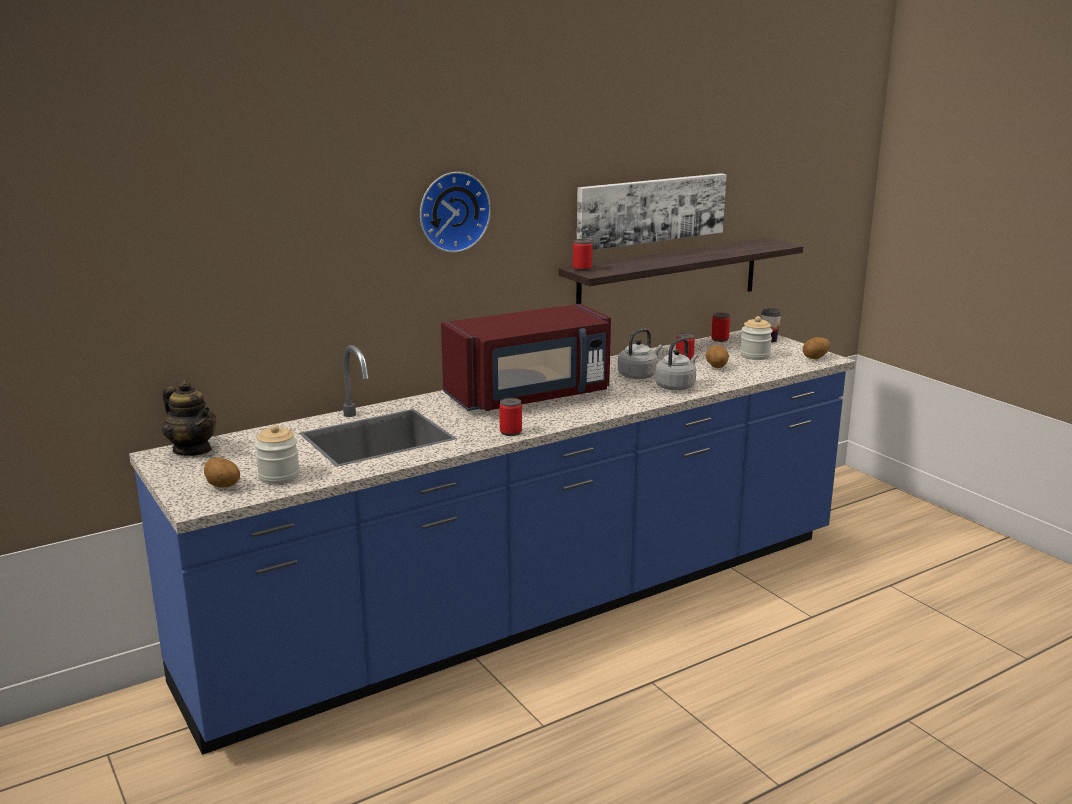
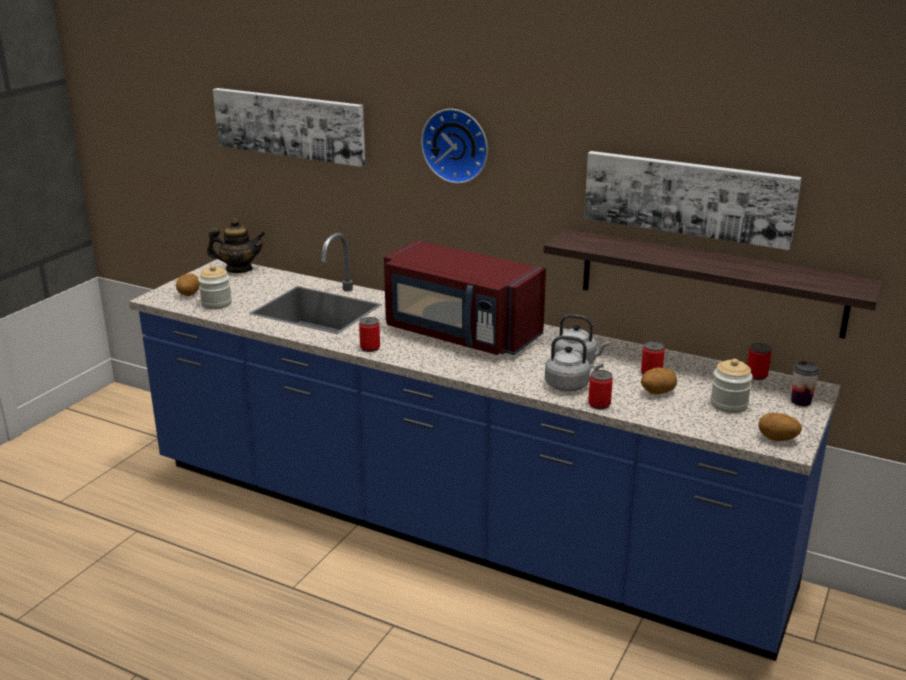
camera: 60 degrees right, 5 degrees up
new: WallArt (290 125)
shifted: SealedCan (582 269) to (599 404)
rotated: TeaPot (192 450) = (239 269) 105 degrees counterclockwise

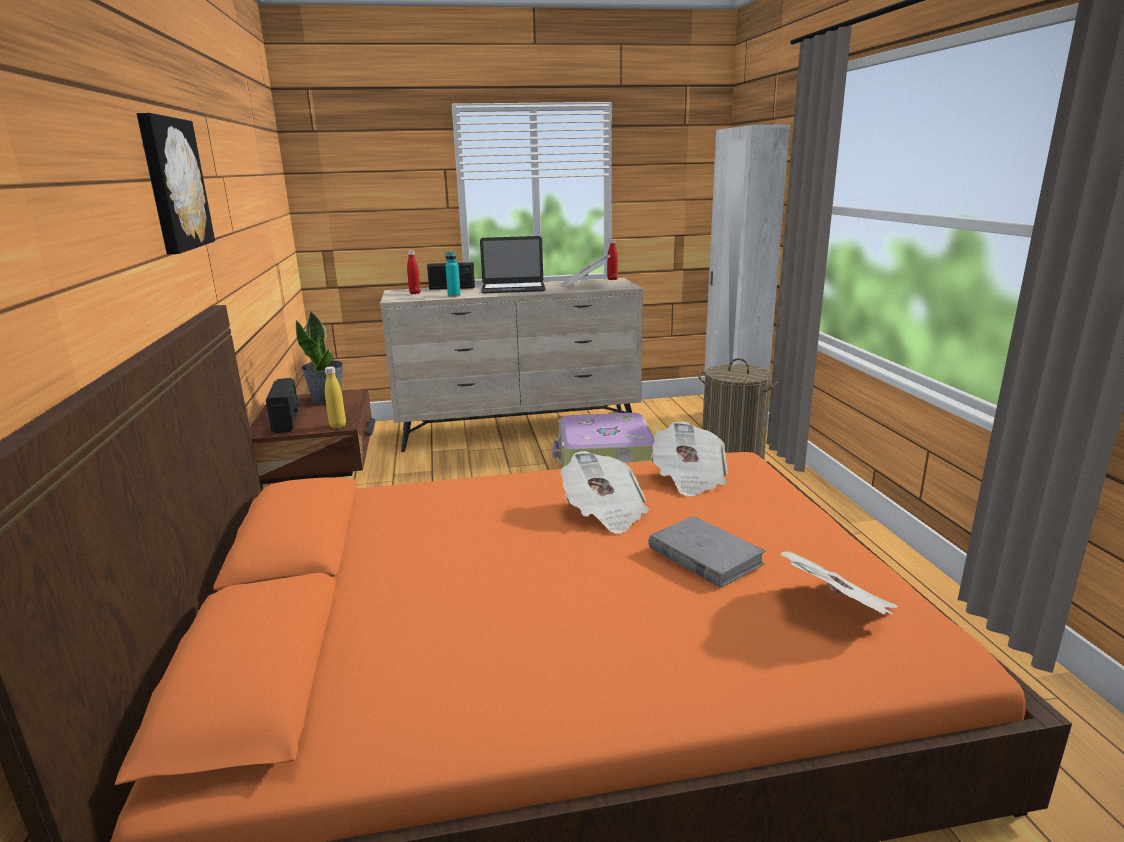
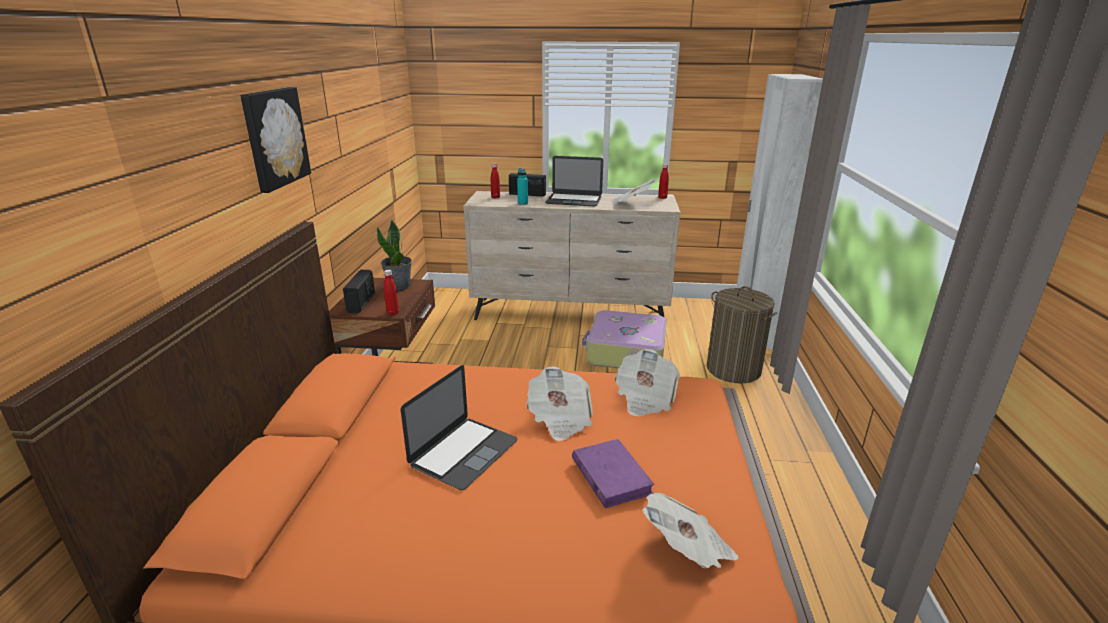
camera: 15 degrees right, 5 degrees up
new: PortableComputer (464 452)
repainted: YellowishBottle (338 426) to RedColouredBottle (392 313); GreyishBoundBook (704 555) to PurpleBoundBook (611 476)

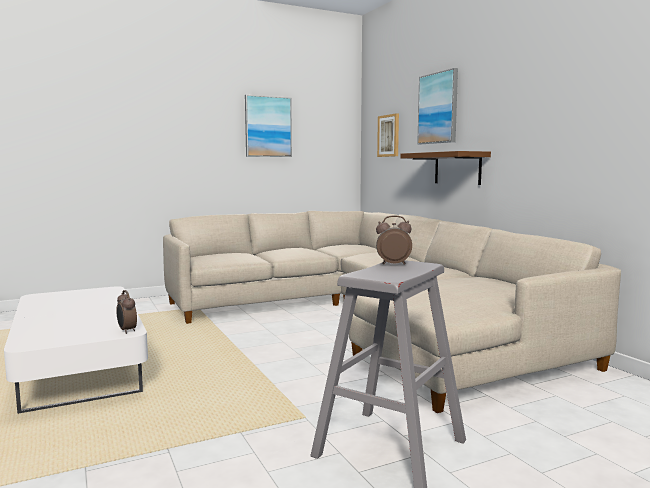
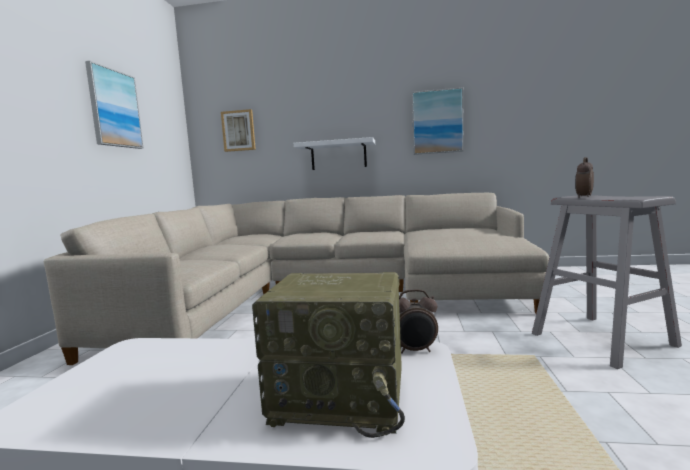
camera: 55 degrees left, 0 degrees up
new: RadioSet (342 398)
shifted: WallArt (438 108) to (437 122)
repainted: BrownColouredShelf (457 168) to WhiteColouredShelf (338 155)

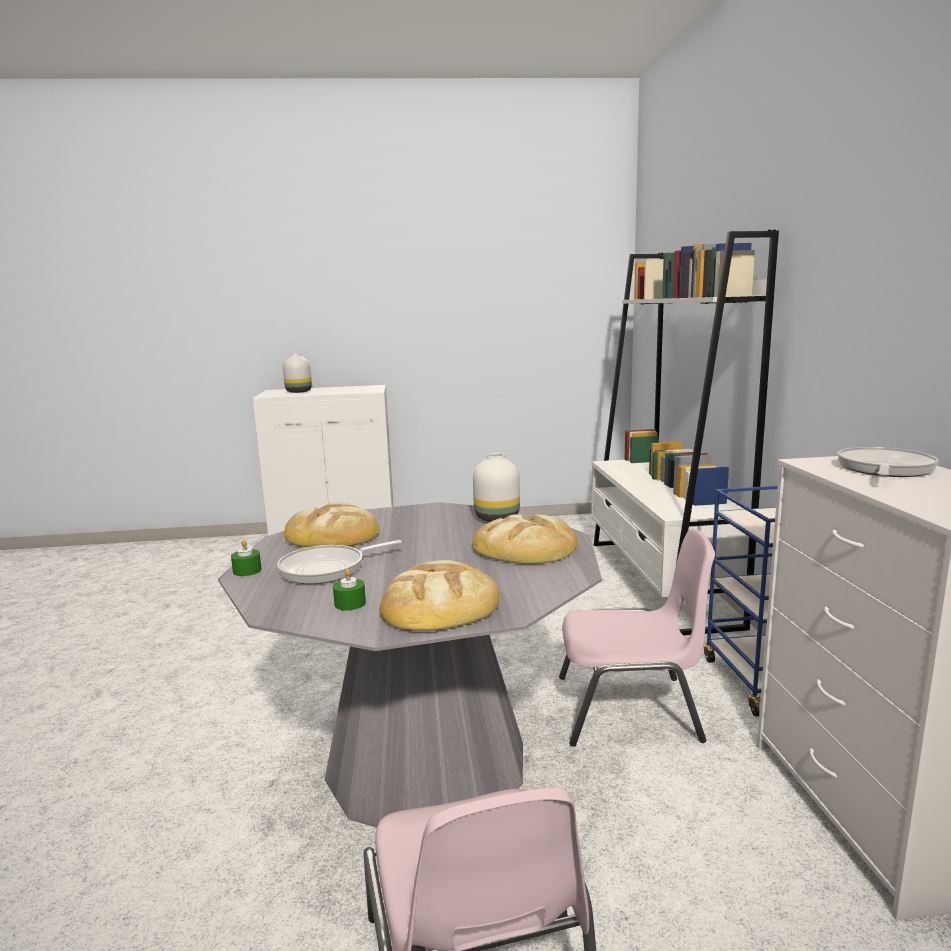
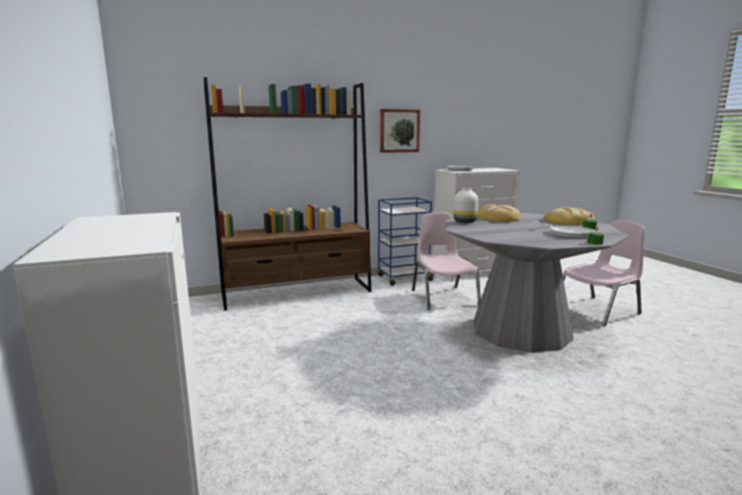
camera: 105 degrees left, 0 degrees up
gone: WhiteColouredVase (299 392); BakeryBread (333 534)
new: WallArt (399 131)
repainted: WhiteColouredShelvingUnit (659 581) to BrownColouredShelvingUnit (297 293)

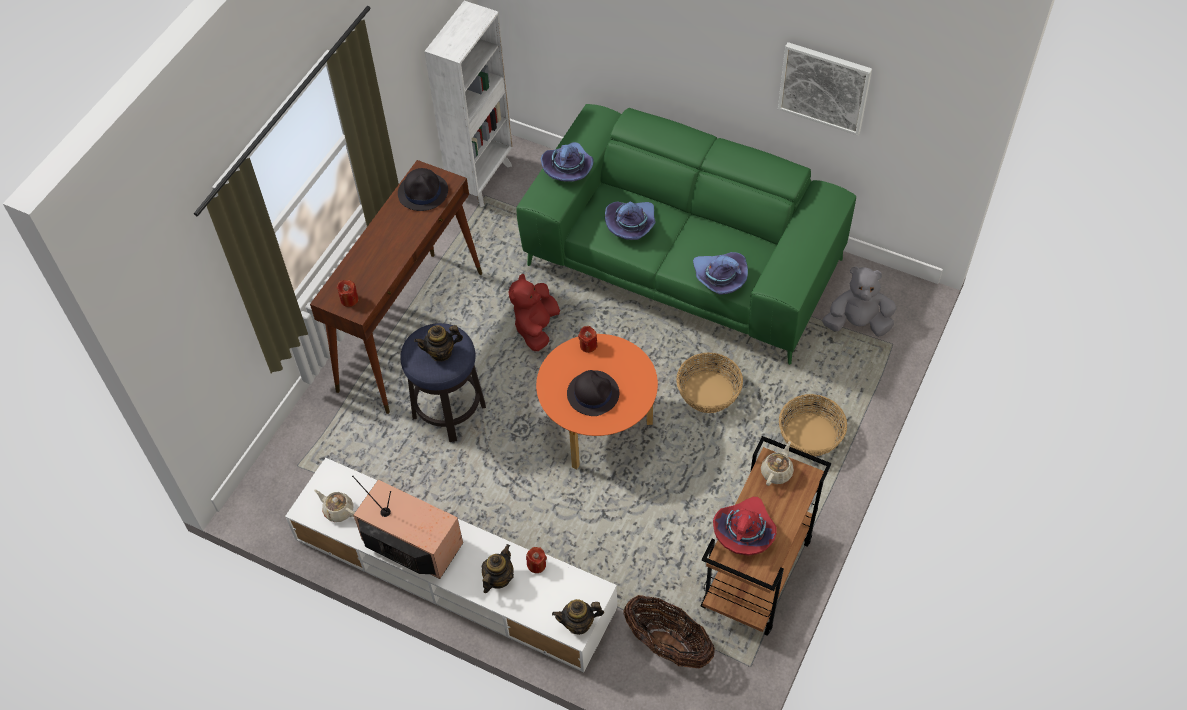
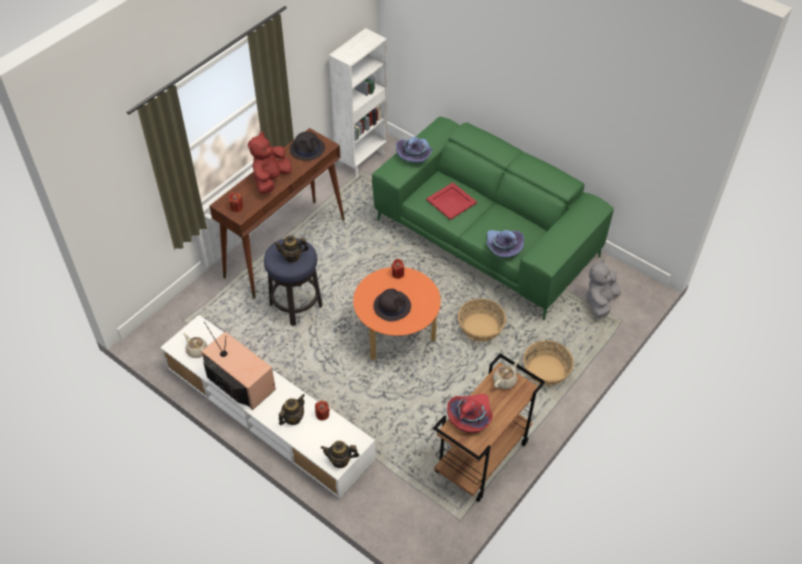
camera: 10 degrees right, 5 degrees down
gone: HouseholdBasket (668 644); WallArt (824 87)
shifted: RedColouredPlushToy (536 327) to (271 180)
swapped: PurpleWearableHat (631 224) to RedColouredServingTray (451 201)
rotated: GreyishPlushToy (857 323) = (600 301) 75 degrees counterclockwise

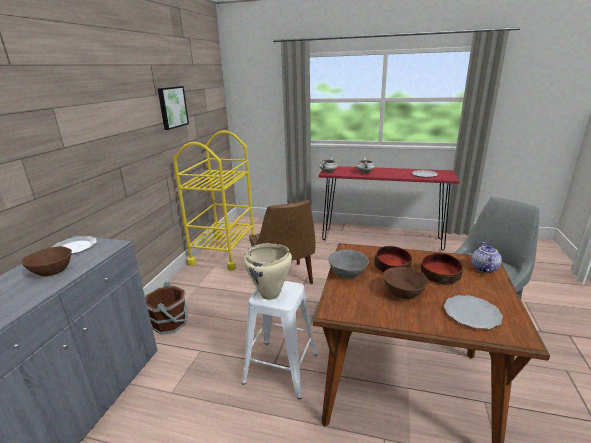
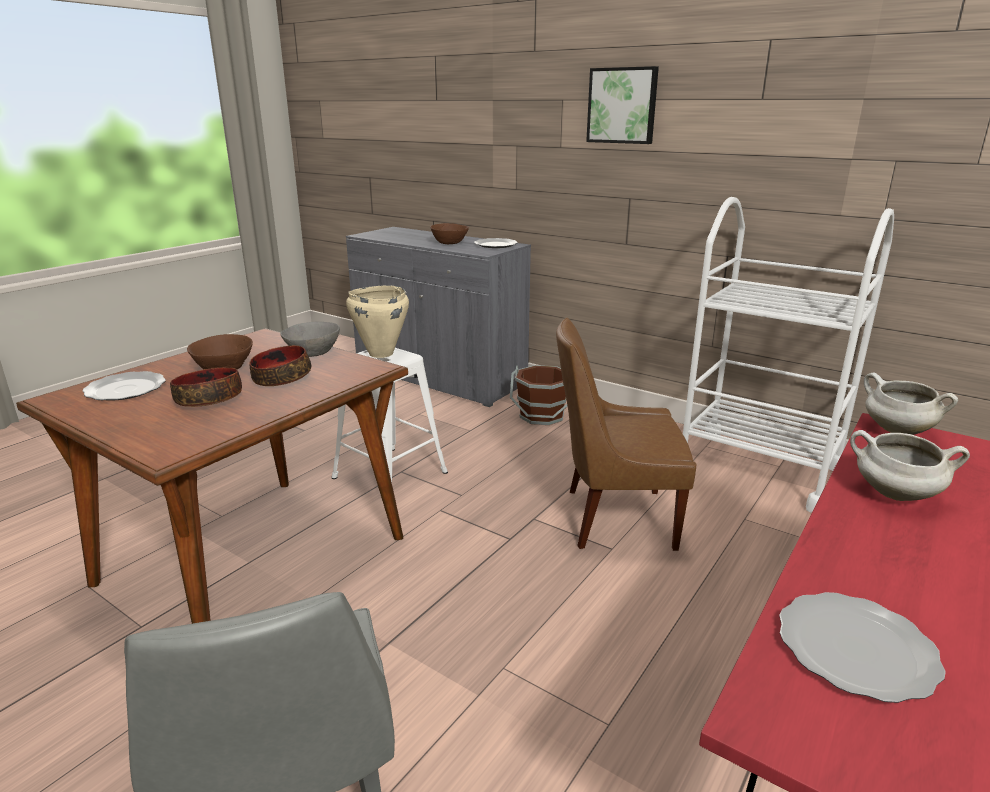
camera: 110 degrees right, 0 degrees up
gone: TeaPot (483 268)
shifted: WallArt (172 107) to (622 105)
repainted: YellowishWheeledCart (224 252) to WhiteColouredWheeledCart (758 469)

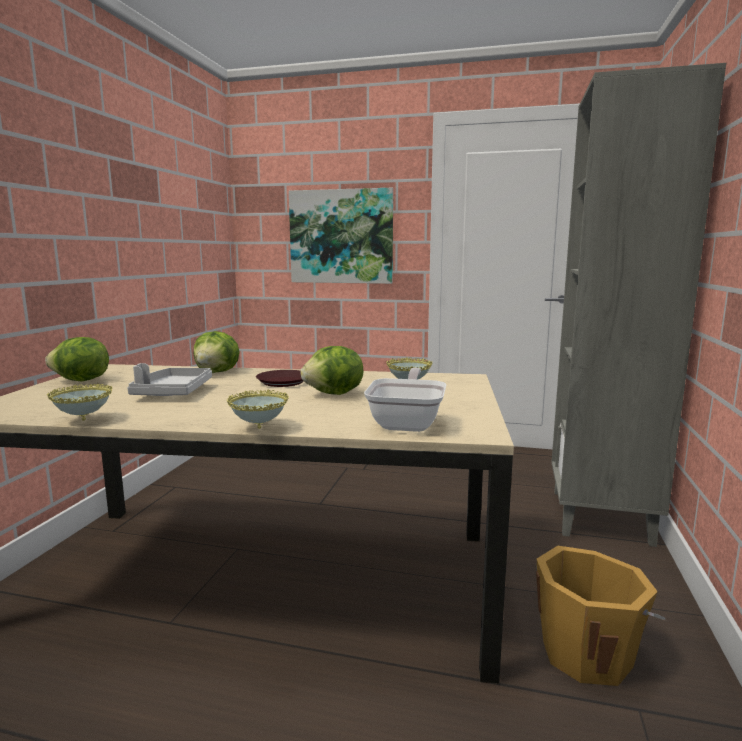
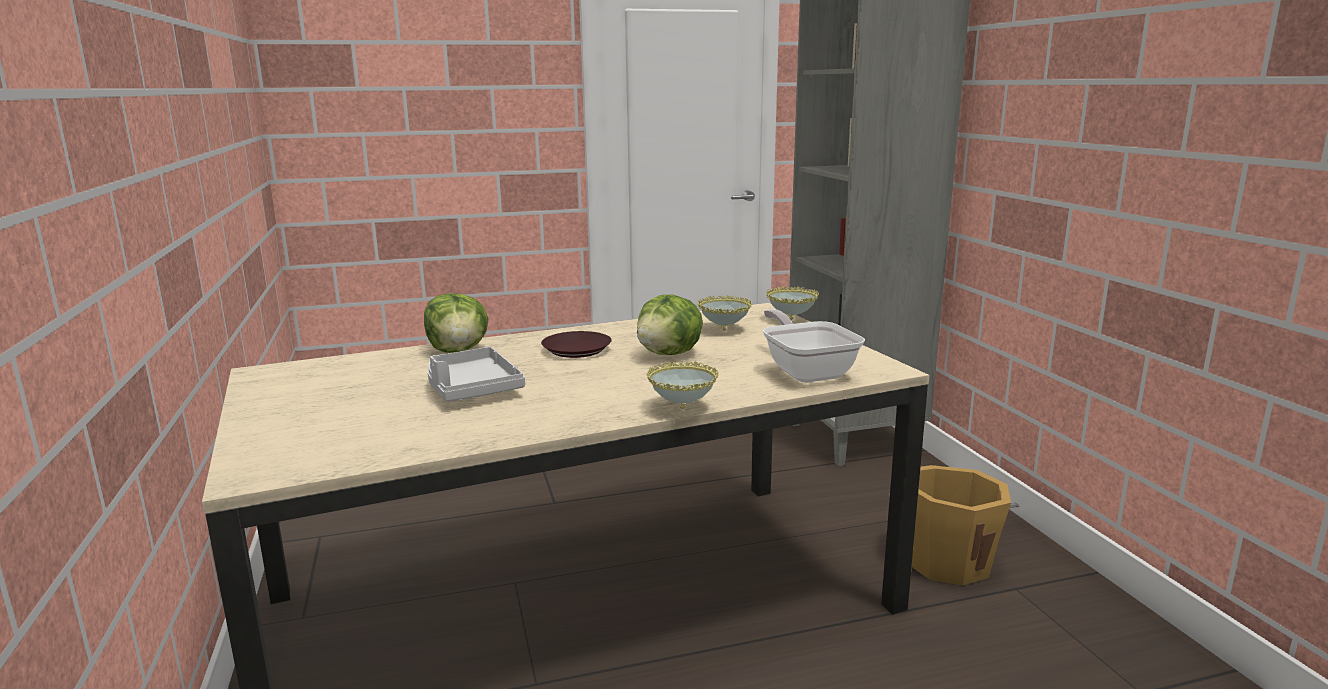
camera: 30 degrees left, 5 degrees up
gone: Lettuce (81 381); WallArt (341 237)
shifted: Bowl (83 420) to (791 320)

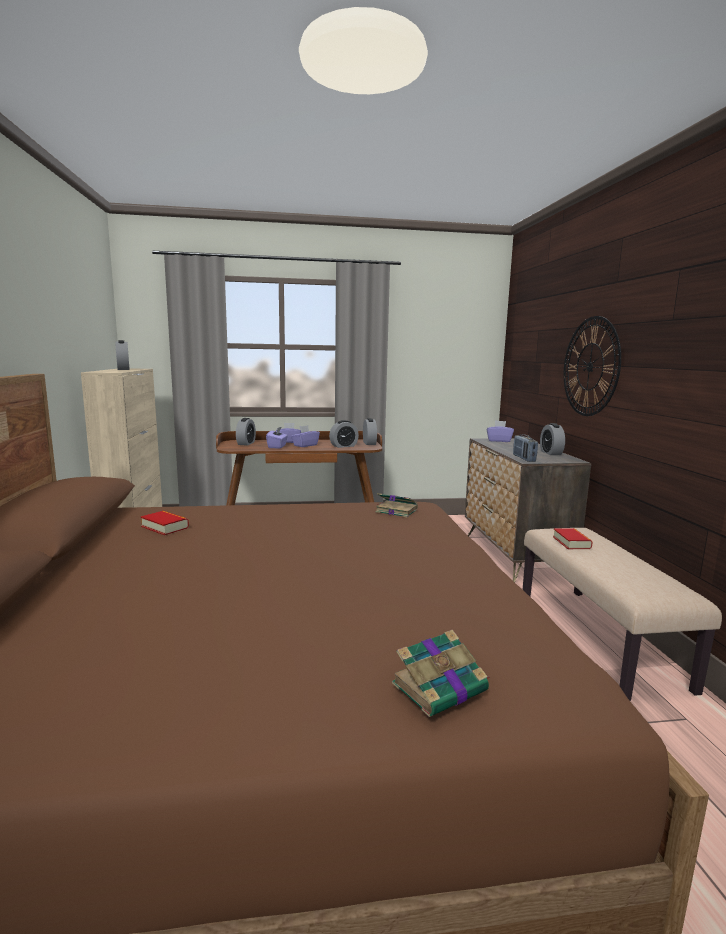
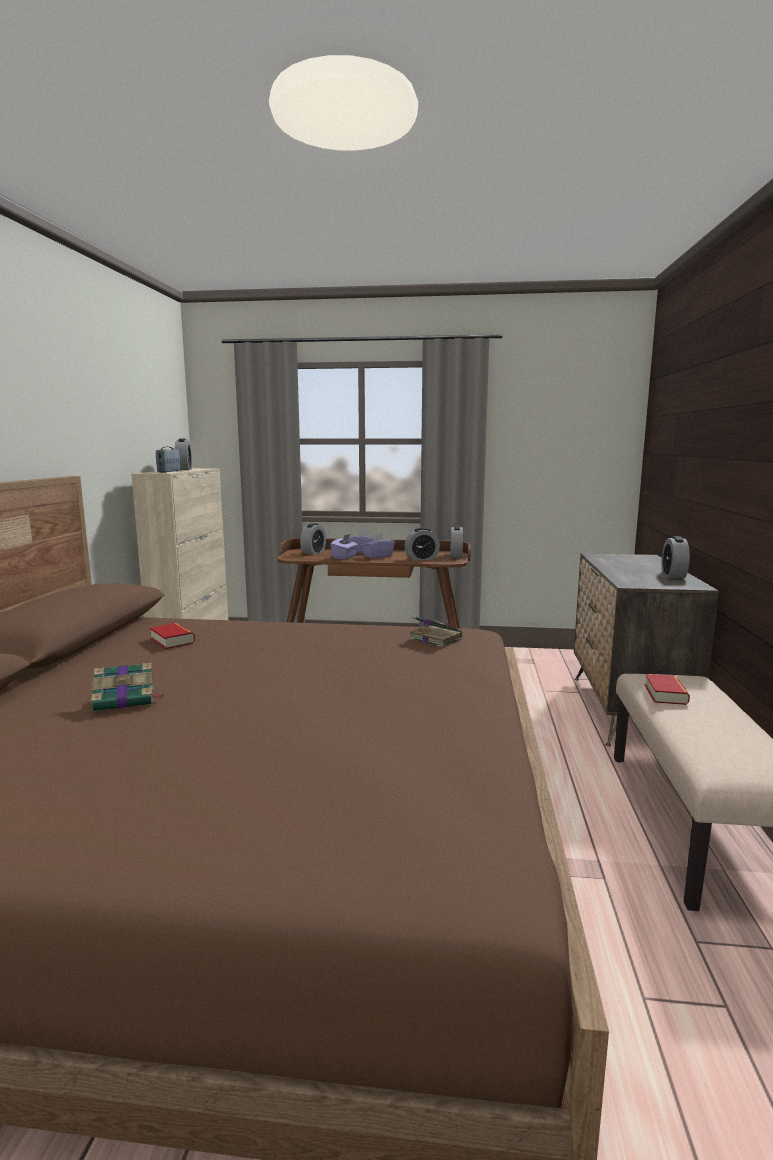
camera: 15 degrees right, 0 degrees up
gone: PurpleBoxOfTissues (499 440); ClockOnTheWall (590 366)
shifted: BoundBook (441 687) to (126 699); RadioSet (524 458) to (169 472)

